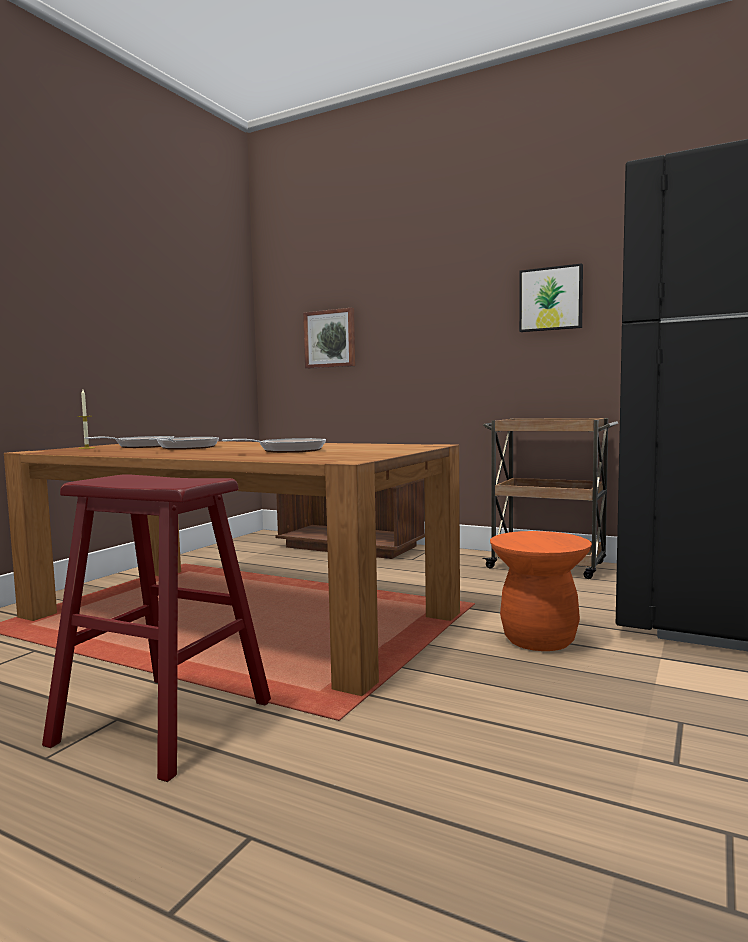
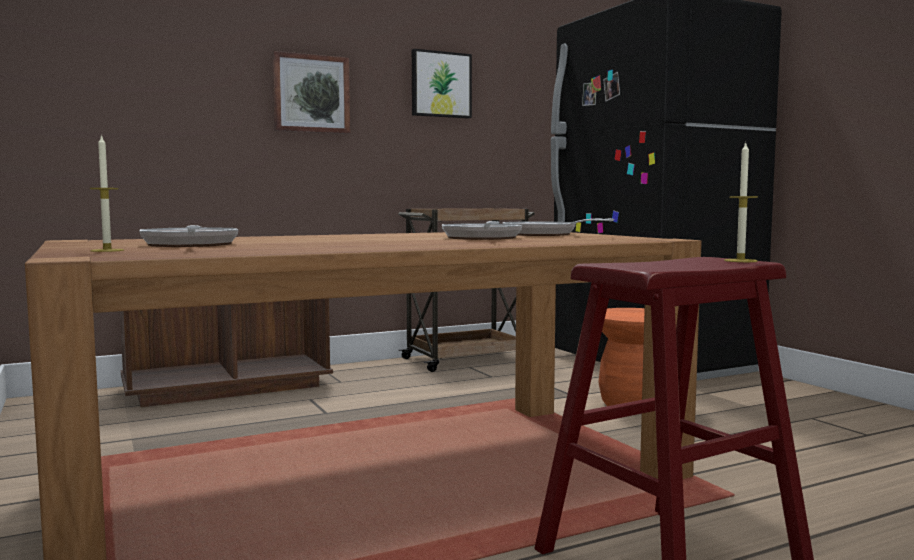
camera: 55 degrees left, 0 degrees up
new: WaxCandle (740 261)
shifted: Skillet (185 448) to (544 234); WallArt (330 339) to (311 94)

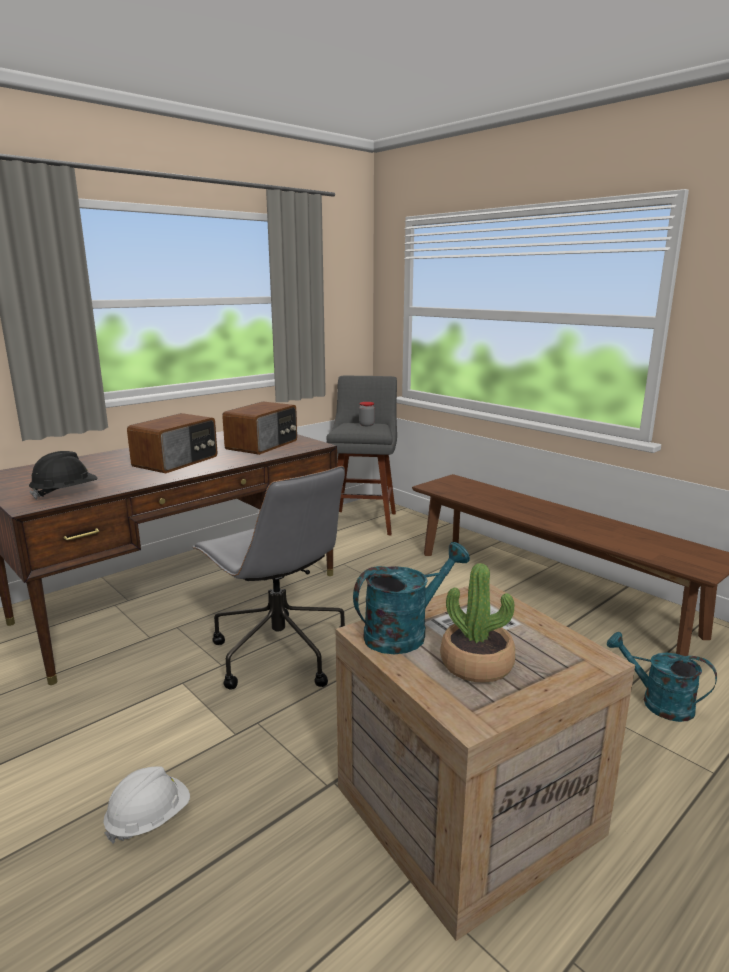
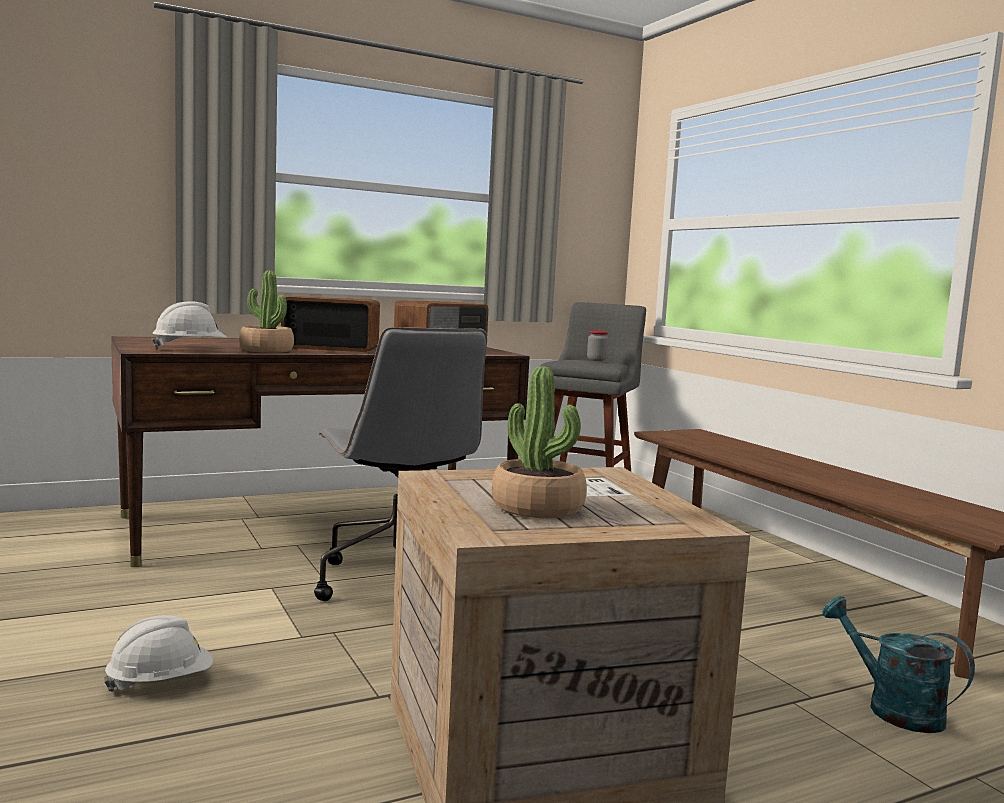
camera: 15 degrees right, 10 degrees down
gone: BlueGreenWateringPot (405 632)
new: Houseplant (266 350)
repainted: BlackWorkHelmet (65 493) to WhiteColouredWorkHelmet (190 349)
rotated: RadioSet (177 461) = (330 347) 135 degrees counterclockwise

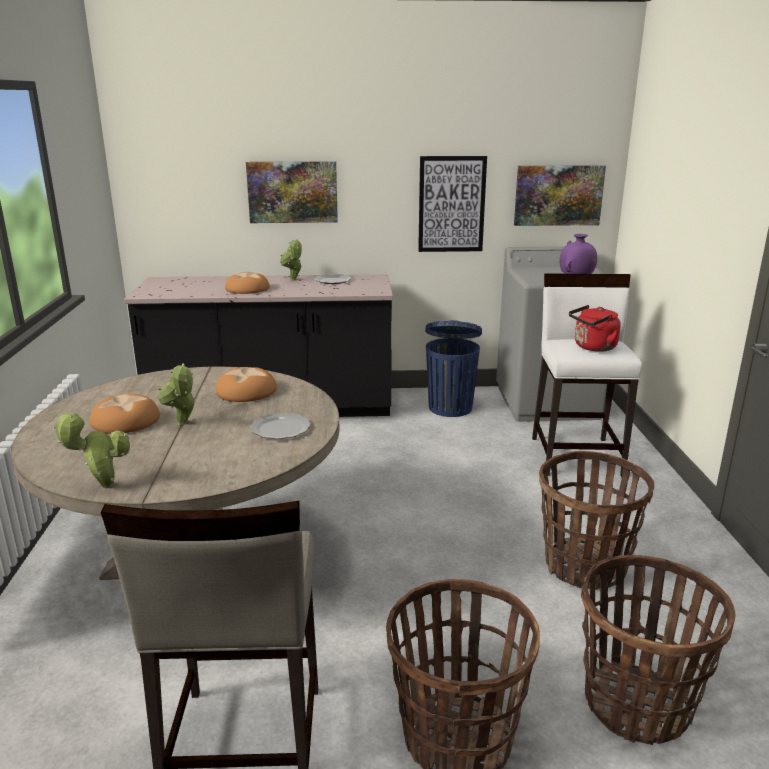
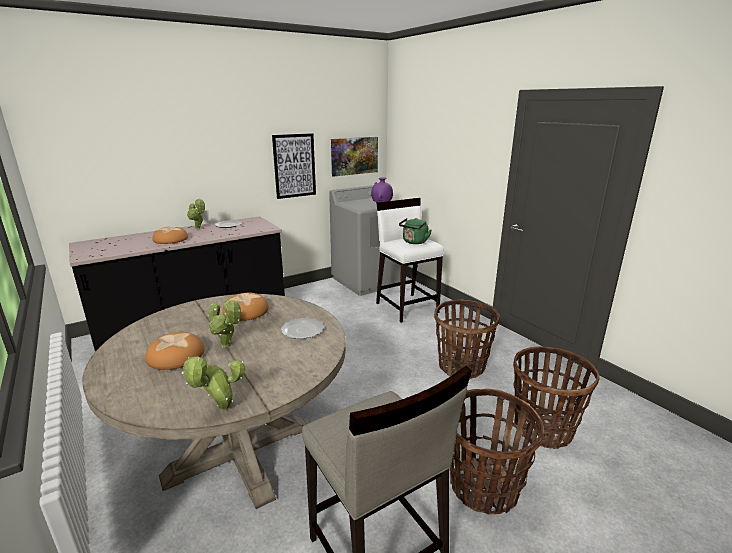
camera: 30 degrees left, 0 degrees up
gone: WallArt (292 192); BlueColouredTrashCan (450 407)
repainted: RedColouredTeaKettle (593 347) to GreenishTeaKettle (414 242)

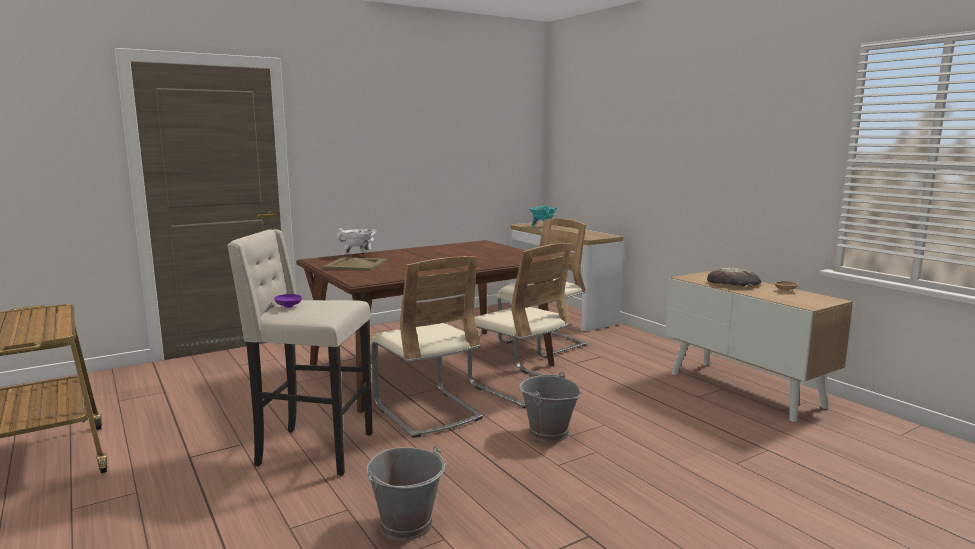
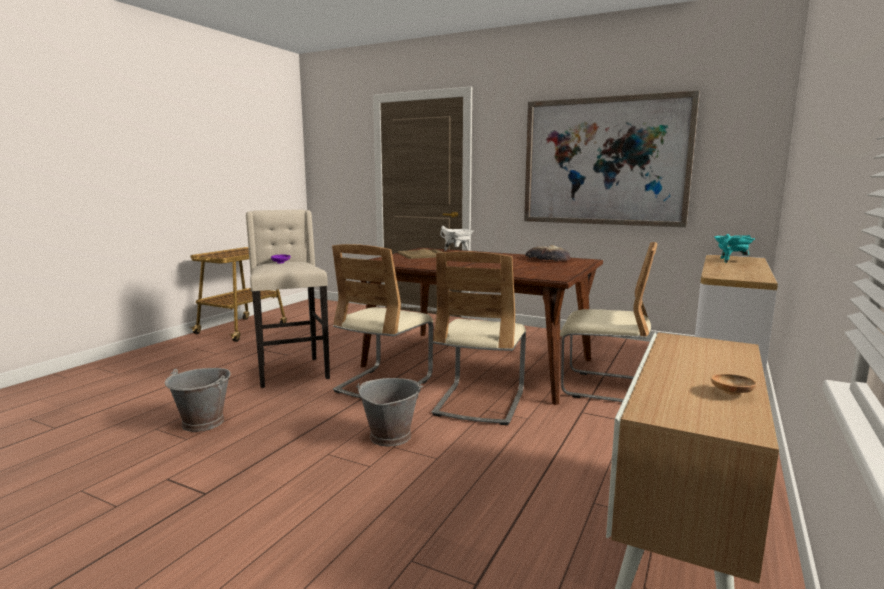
camera: 60 degrees right, 0 degrees up
new: WallArt (605 162)
shifted: BakeryBread (733 283) to (547 259)

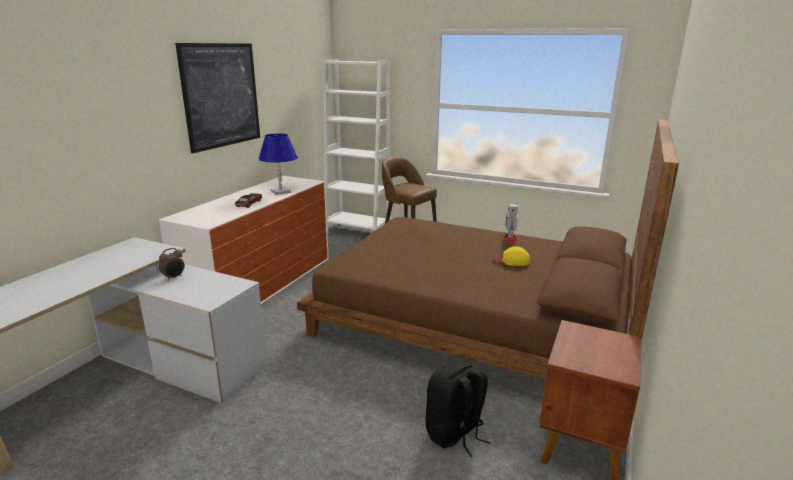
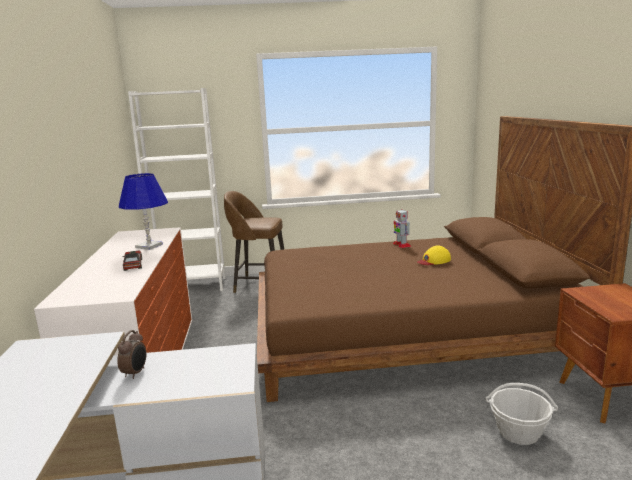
camera: 30 degrees left, 5 degrees down
gone: WallArt (221 95)
swapped: BlackRucksack (455 434) to HouseholdBasket (518 432)

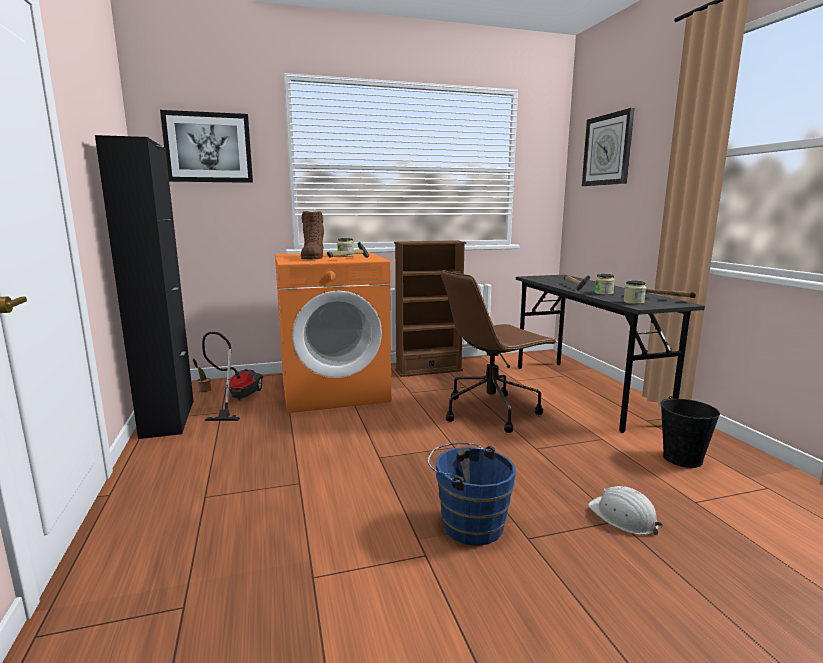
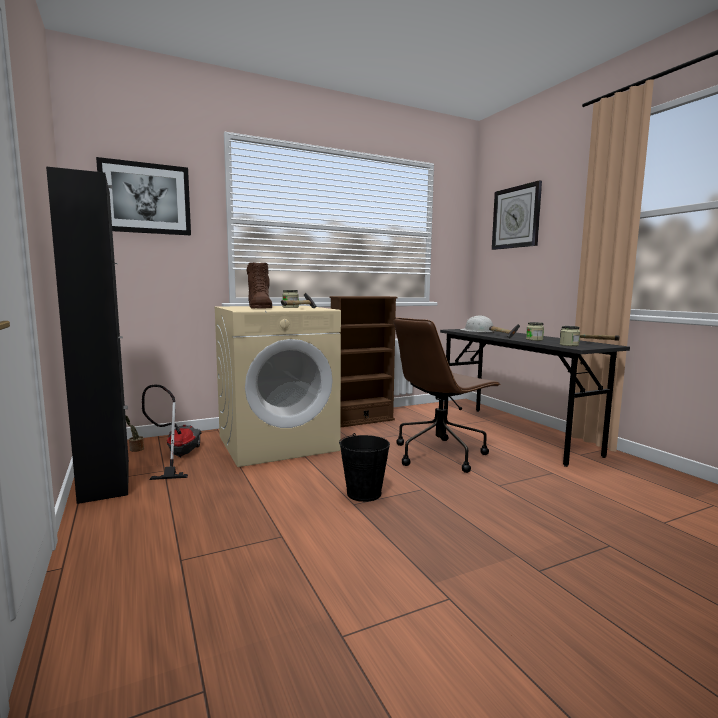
camera: 10 degrees left, 5 degrees down
gone: BlueColouredPail (468 524)
shifted: WhiteColouredWorkHelmet (623 517) to (477 331); BlackPail (682 458) to (364 493)
repainted: OrangeColouredWashingMachine (334 390) to SandColouredWashingMachine (278 443)

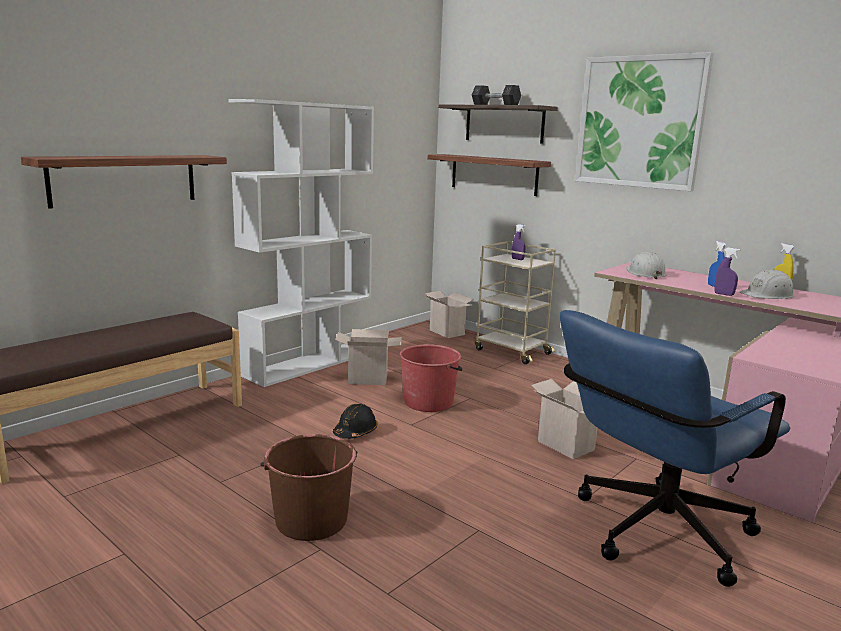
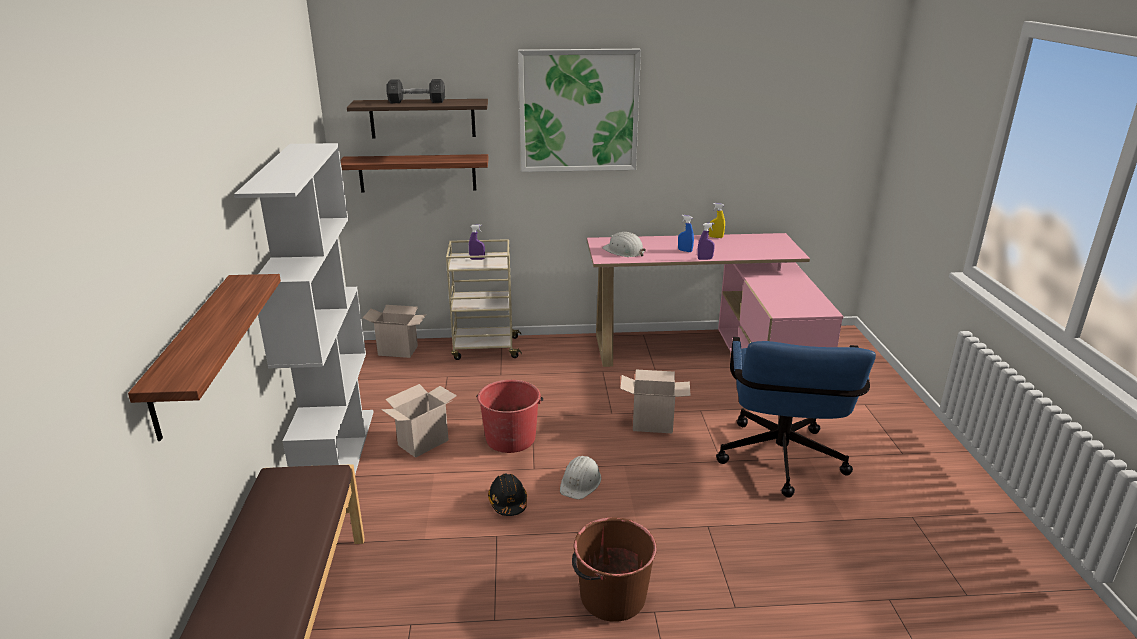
camera: 45 degrees left, 10 degrees up
shifted: WhiteColouredWorkHelmet (768 295) to (580 482)

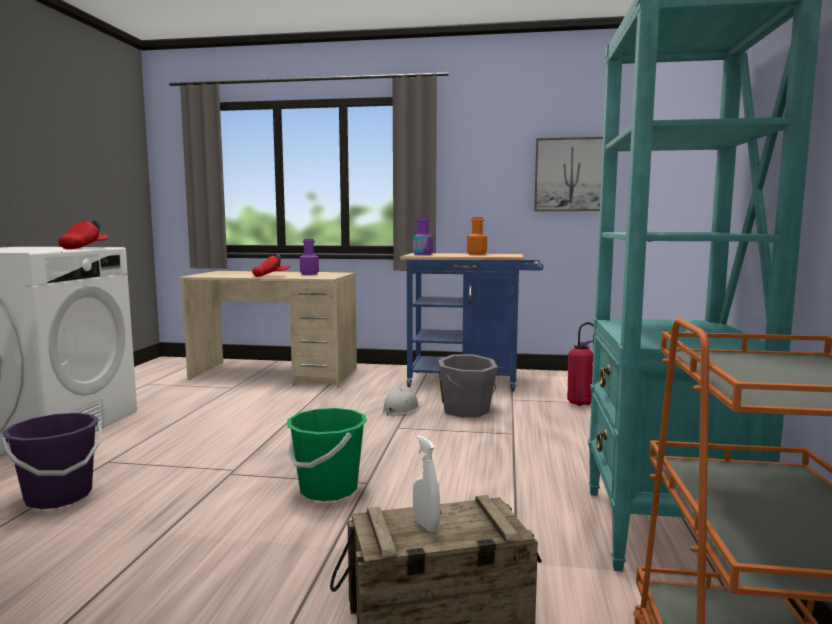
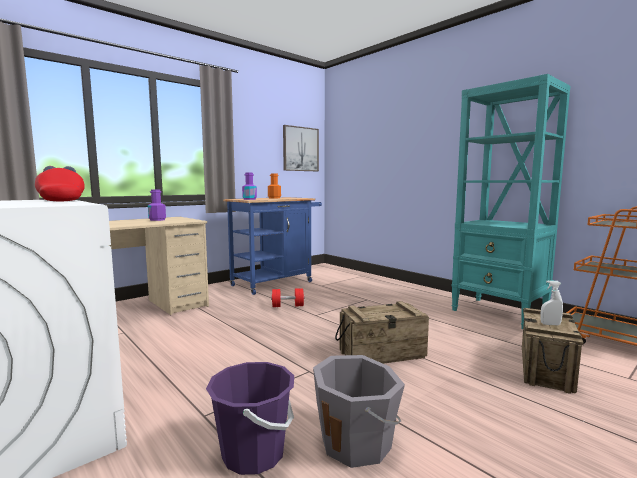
camera: 50 degrees left, 0 degrees up
gone: RedColouredCap (271 276); Extinguisher (581 404)
shifted: GreyishPail (467 410) to (357 442)
swapped: GreenishPail (328 489) to Crate (382 354); WhiteColouredWorkHelmet (401 409) to RedColouredDumbbell (287 306)

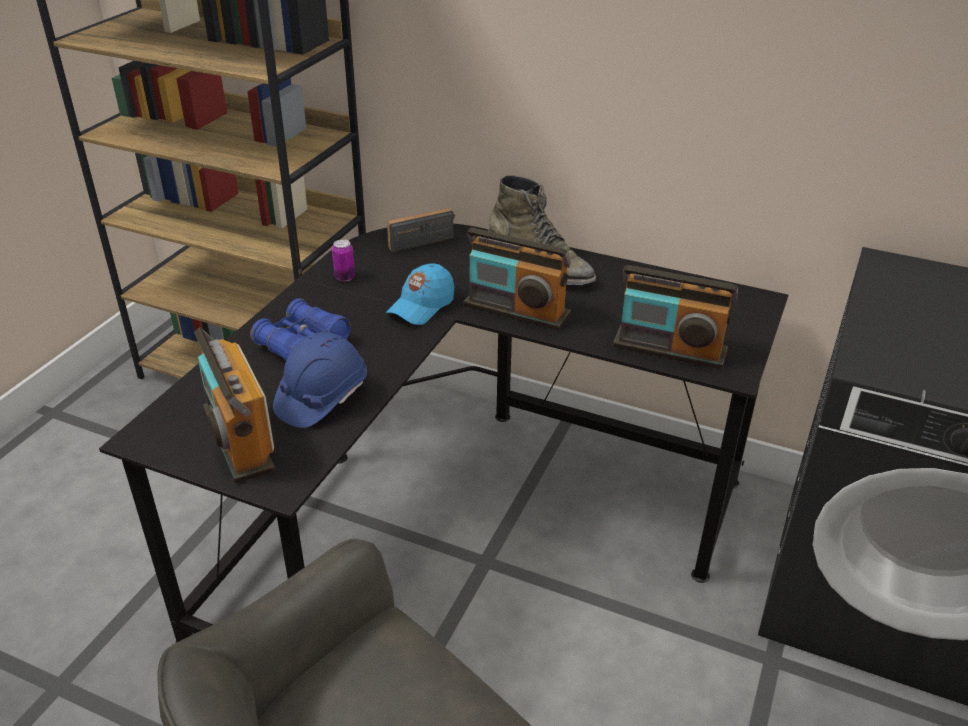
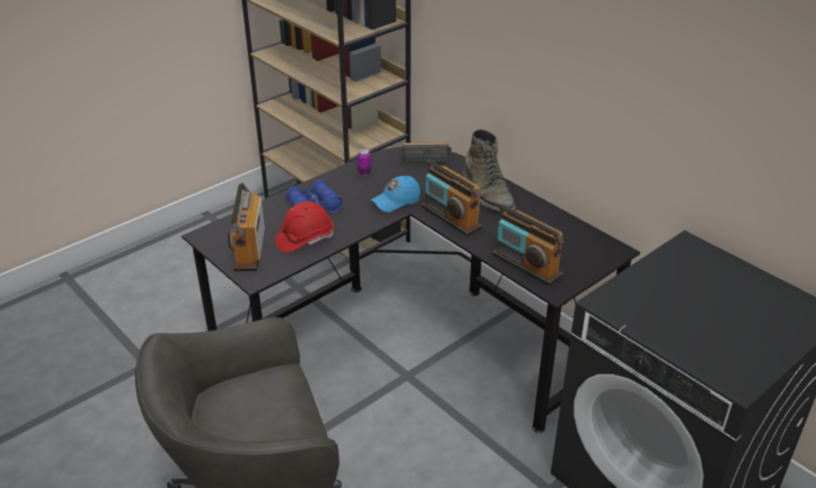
camera: 25 degrees right, 0 degrees up
repainted: BlueColouredWorkHelmet (321 397) to RedColouredWorkHelmet (305 239)

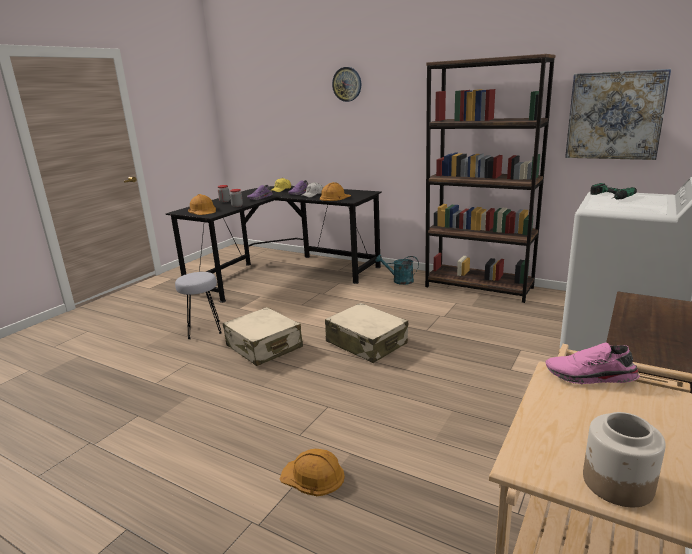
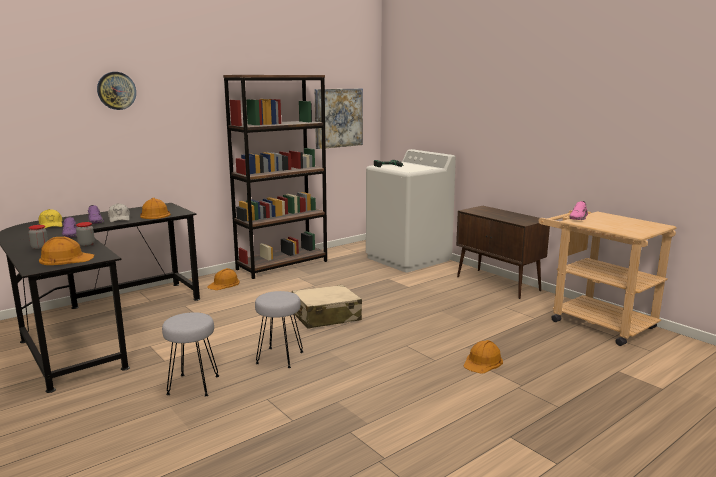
camera: 70 degrees left, 5 degrees down
gone: StorageJar (617 483)
swapped: SandColouredPieceOfLuggage (264 347) to GreyishStool (280 357); BlueGreenWateringPot (399 281) to OrangeColouredWorkHelmet (224 284)

